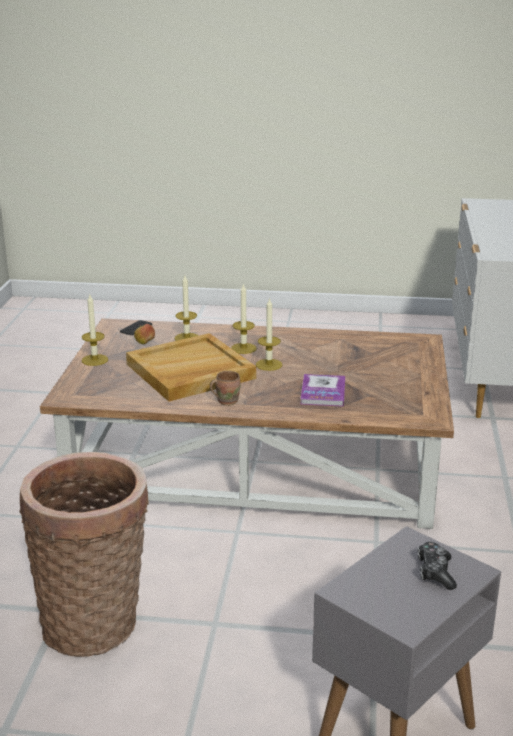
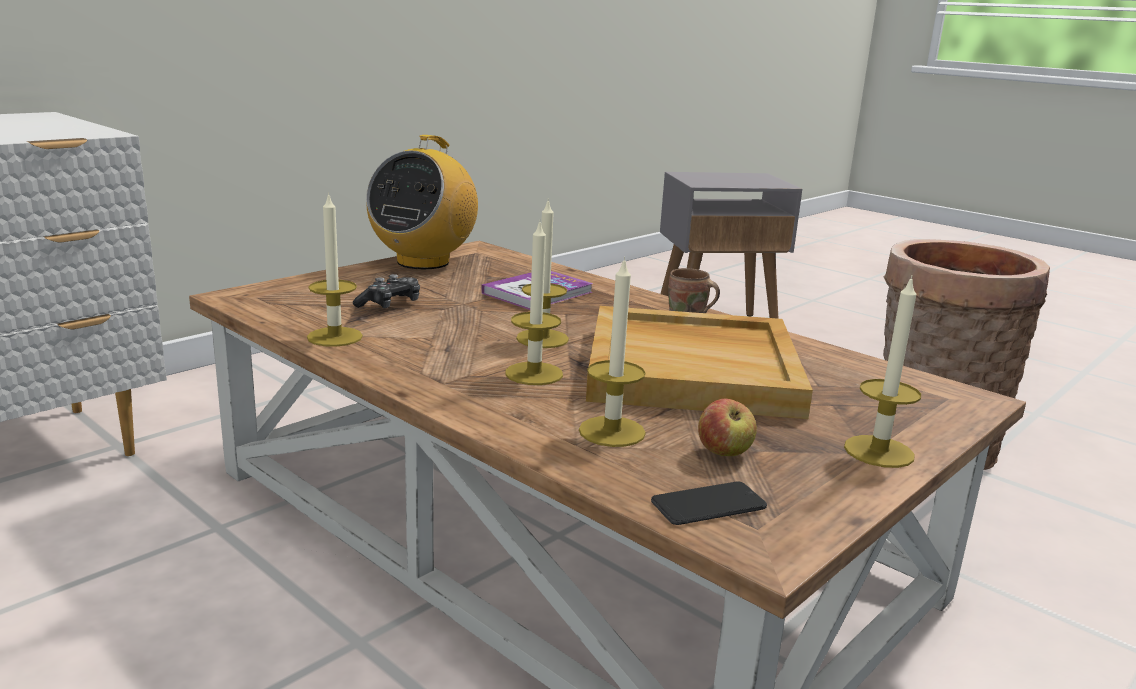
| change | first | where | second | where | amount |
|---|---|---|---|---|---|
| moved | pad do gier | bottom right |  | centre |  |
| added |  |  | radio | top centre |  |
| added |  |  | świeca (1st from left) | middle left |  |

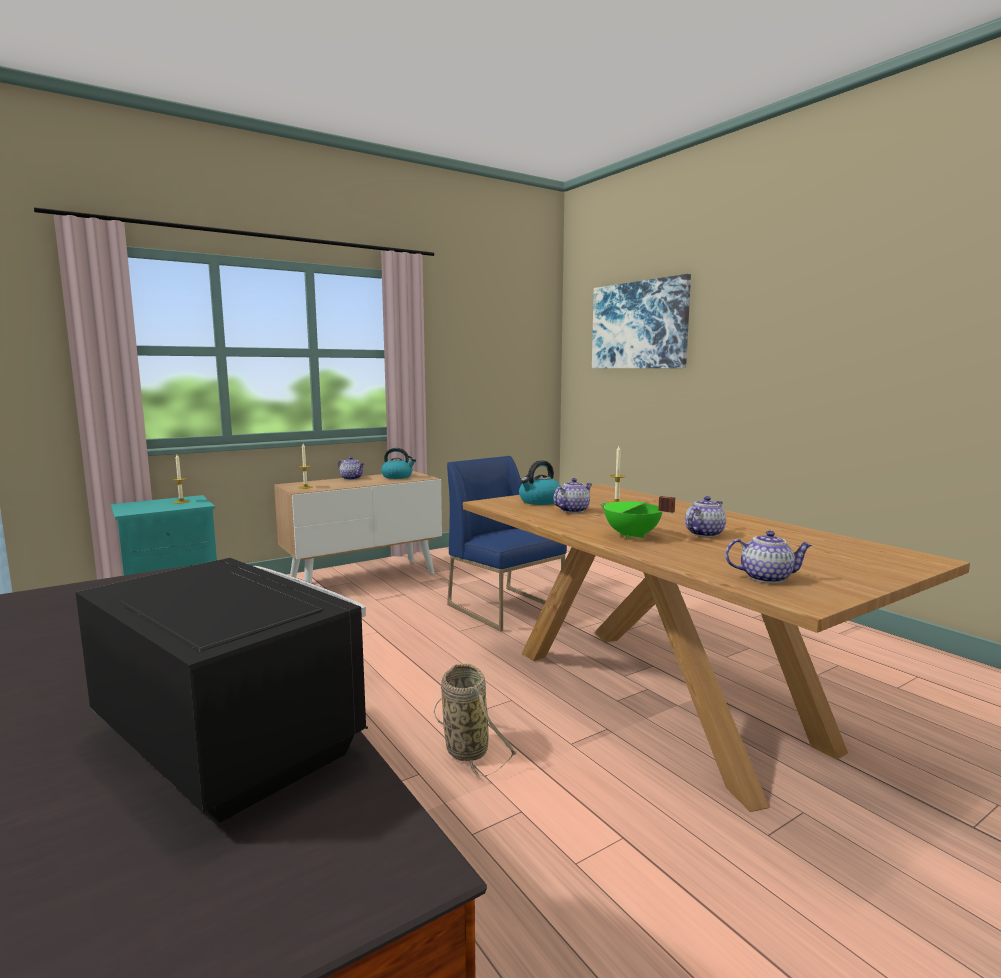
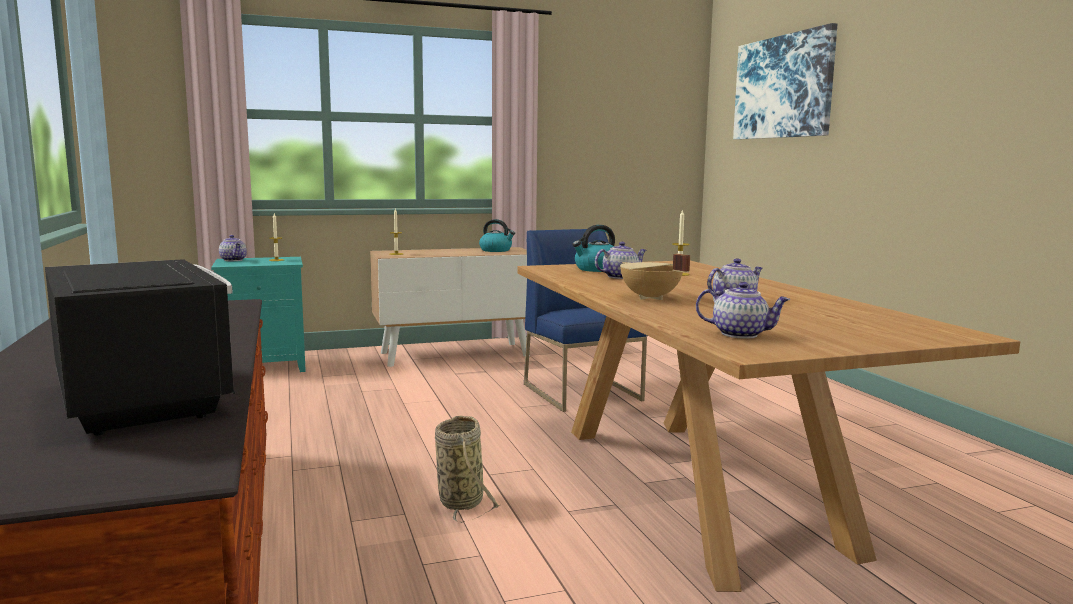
| change | first | where | second | where | amount |
|---|---|---|---|---|---|
| moved | imbryk (1st from left) | centre |  | middle left |  |
| recoloured | garnek [zielony] | centre | garnek [beżowy] | centre |  |

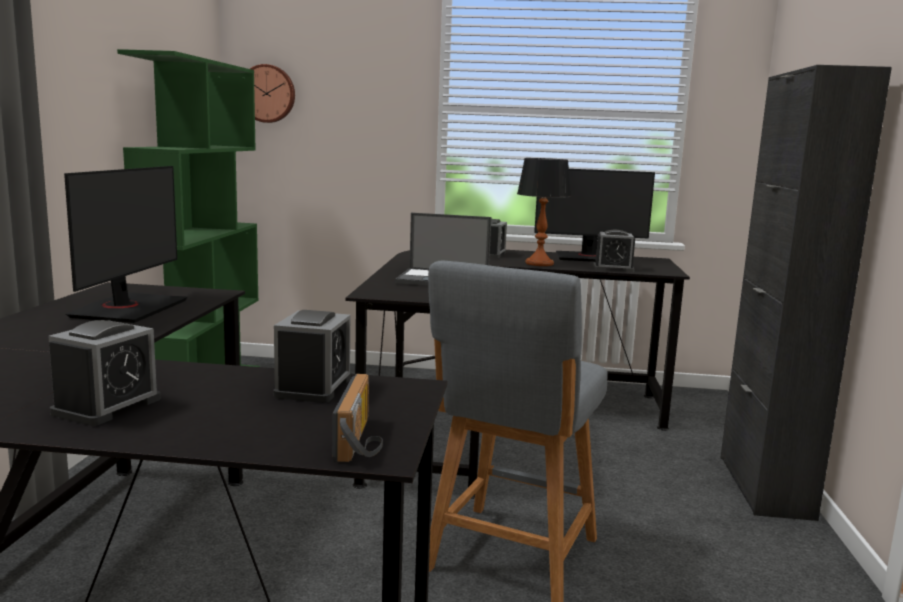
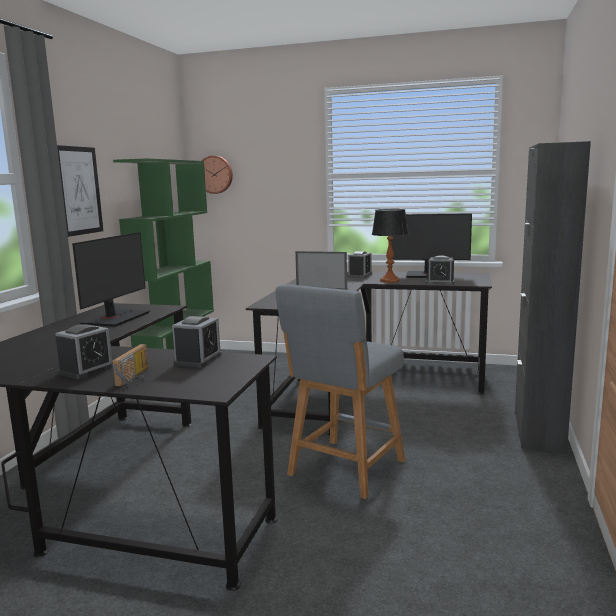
| change | first | where | second | where | amount |
|---|---|---|---|---|---|
| moved | radio | bottom centre |  | middle left |  |
| added |  |  | obraz | top left |  |

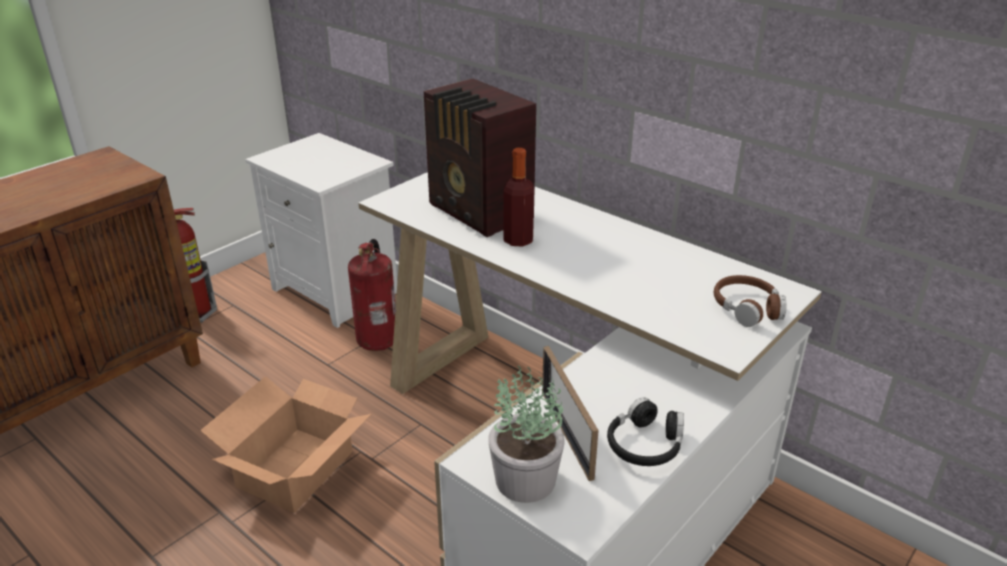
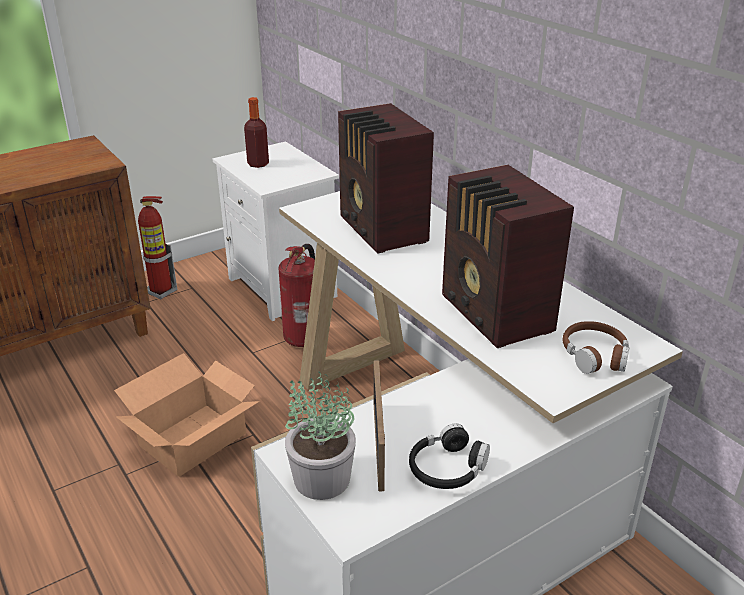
| change | first | where | second | where | amount |
|---|---|---|---|---|---|
| moved | butelka | centre |  | top centre |  |
| added |  |  | radio (2nd from left) | middle right |  |

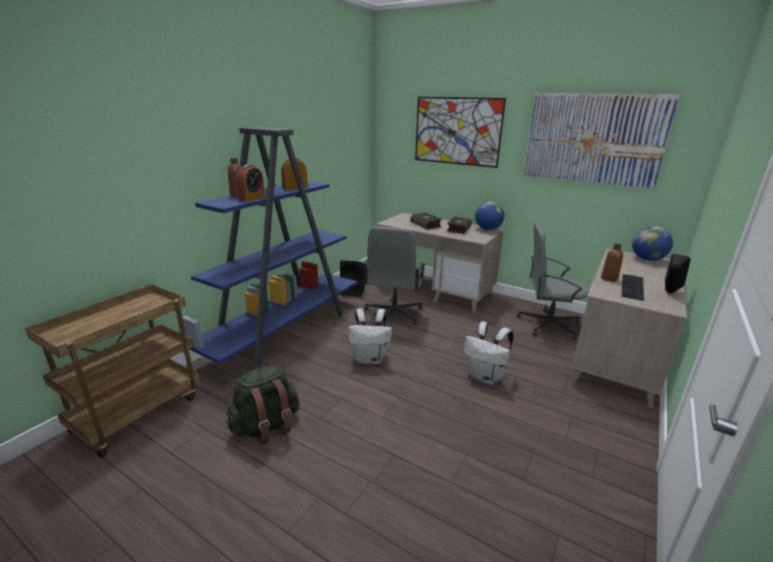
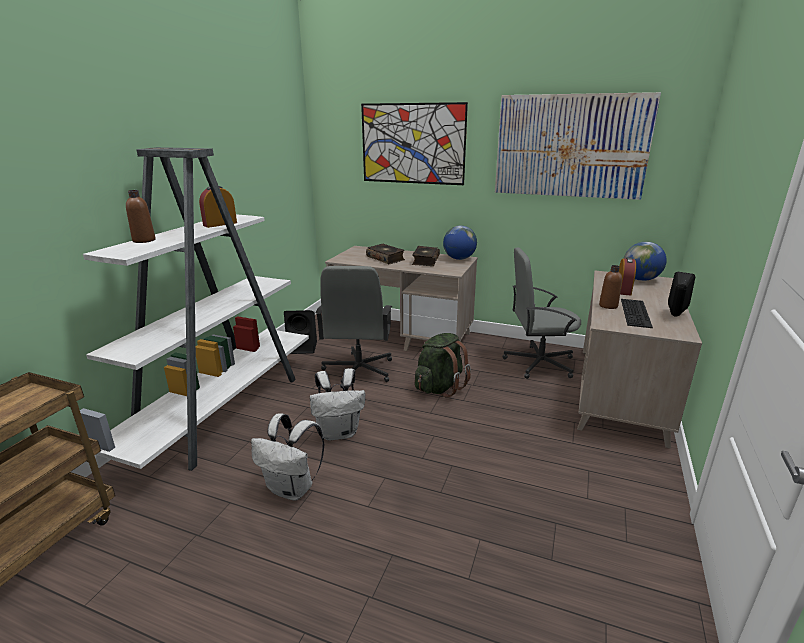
| change | first | where | second | where | amount |
|---|---|---|---|---|---|
| recoloured | regał [niebieski] | centre | regał [biały] | middle left |  |
| moved | budzik (1st from left in the first image) | top left | budzik (2nd from left) | middle right |  |
| moved | plecak [biały] (2nd from left in the first image) | centre | plecak [biały] (1st from left) | bottom centre |  |
| moved | plecak [zielony] | bottom centre |  | centre |  |

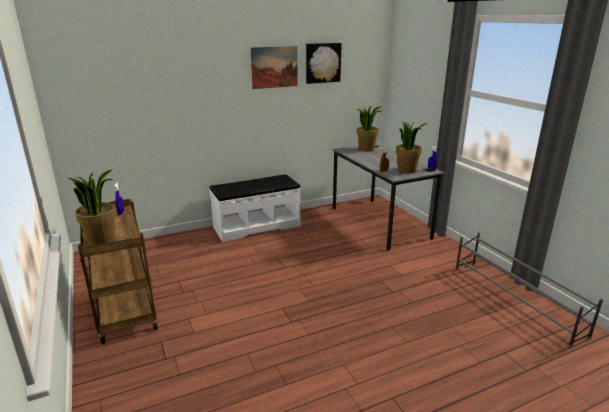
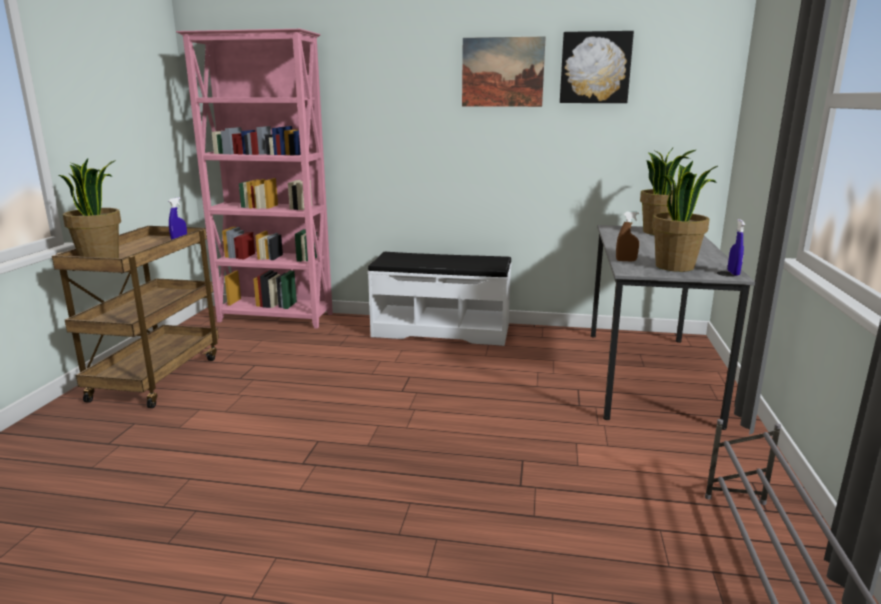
| change | first | where | second | where | amount |
|---|---|---|---|---|---|
| added |  |  | regał [różowy] | top left |  |

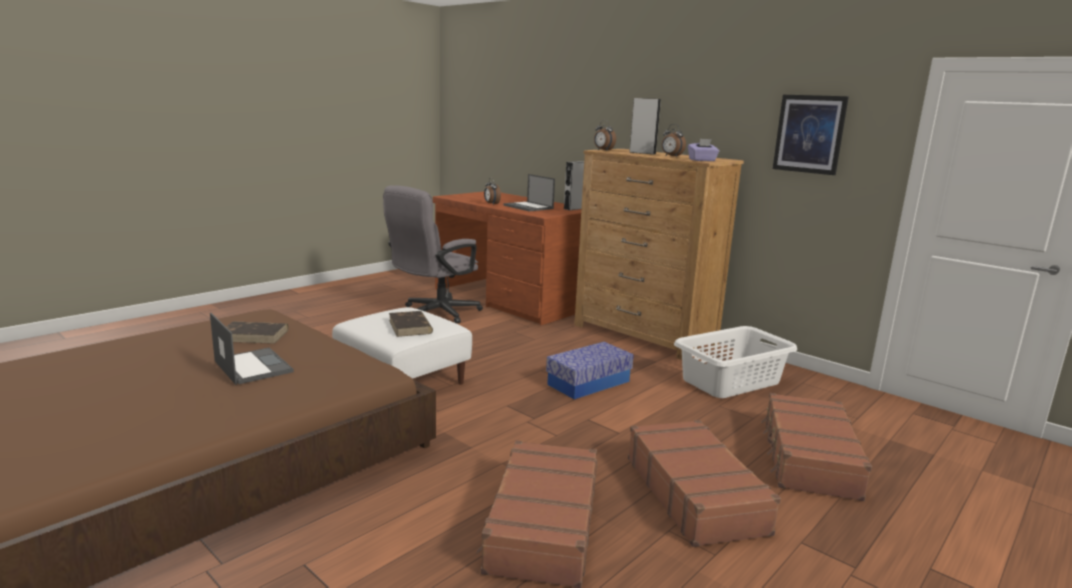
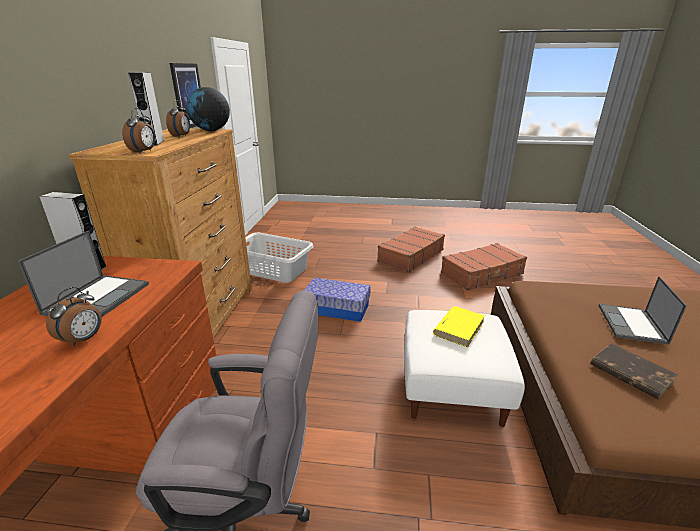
| change | first | where | second | where | amount |
|---|---|---|---|---|---|
| replaced | pudełko chusteczek [fioletowy] | top centre | globus | top left |  |
| recoloured | książka [brązowy] (2nd from left) | centre | książka [żółty] | centre |  |
| removed | walizka [brązowy] (3rd from left) | bottom right |  |  |  |

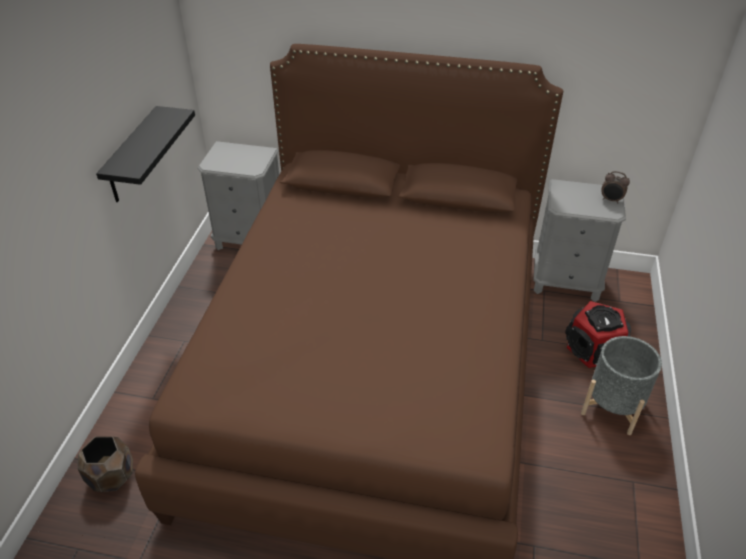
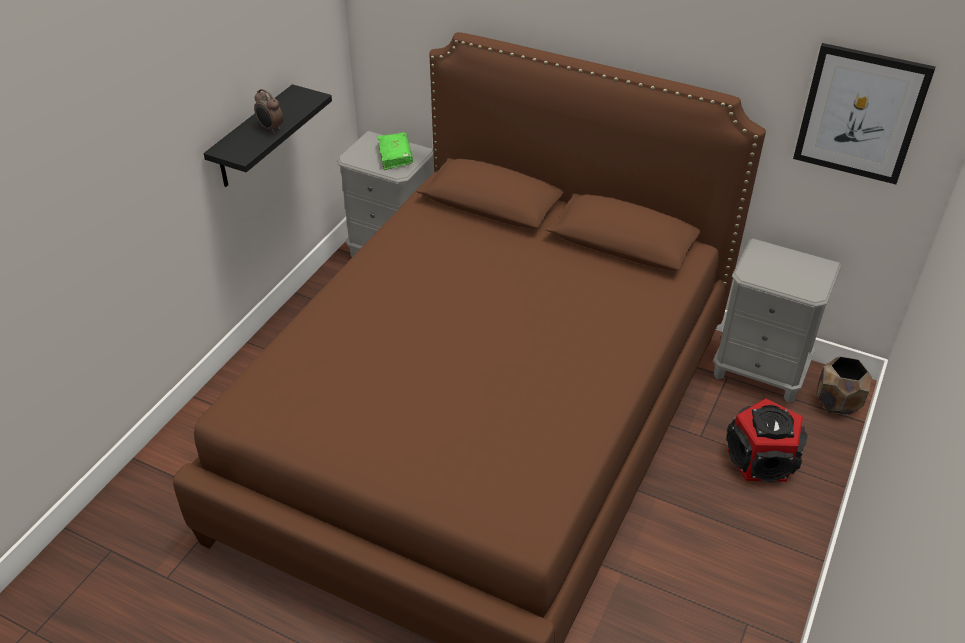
| change | first | where | second | where | amount |
|---|---|---|---|---|---|
| moved | budzik | middle right |  | top left |  |
| removed | donica [szary] | bottom right |  |  |  |
| moved | donica [brązowy] | bottom left |  | middle right |  |
| added |  |  | obraz | top right |  |
| added |  |  | książka [zielony] | top centre |  |

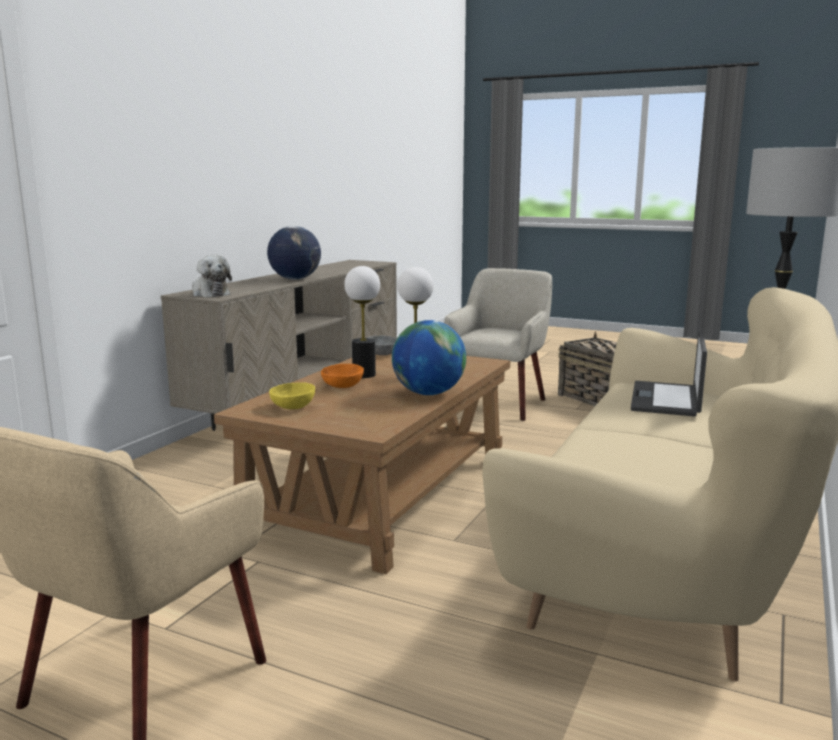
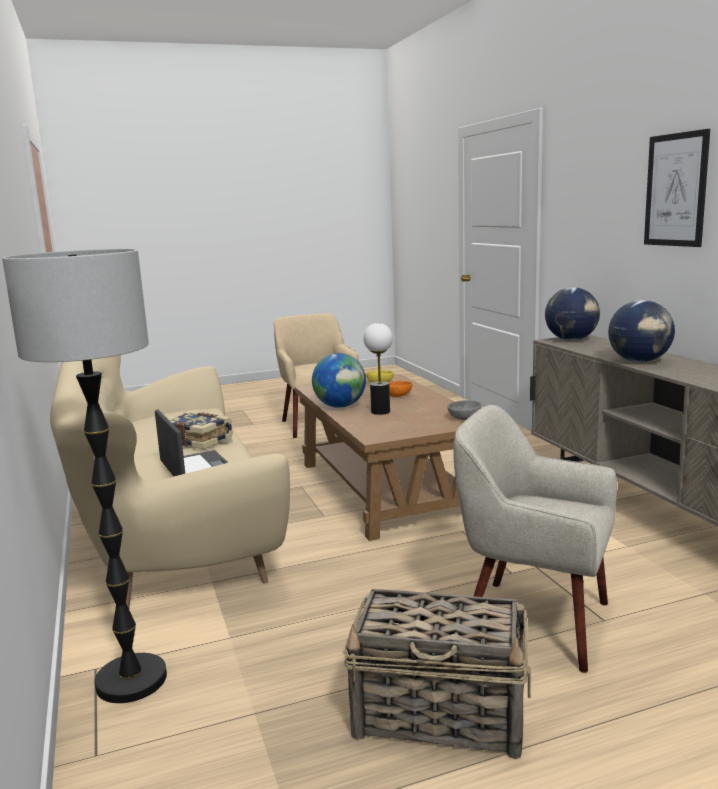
| change | first | where | second | where | amount |
|---|---|---|---|---|---|
| replaced | pluszak | middle left | globus (2nd from left) | middle right |  |
| removed | lampa stołowa (1st from left) | centre |  |  |  |
| turned | fotel [beżowy] (2nd from left) | centre |  | bottom right | 135 degrees clockwise |
| added |  |  | obraz | top right |  |
| added |  |  | książka | middle left |  |

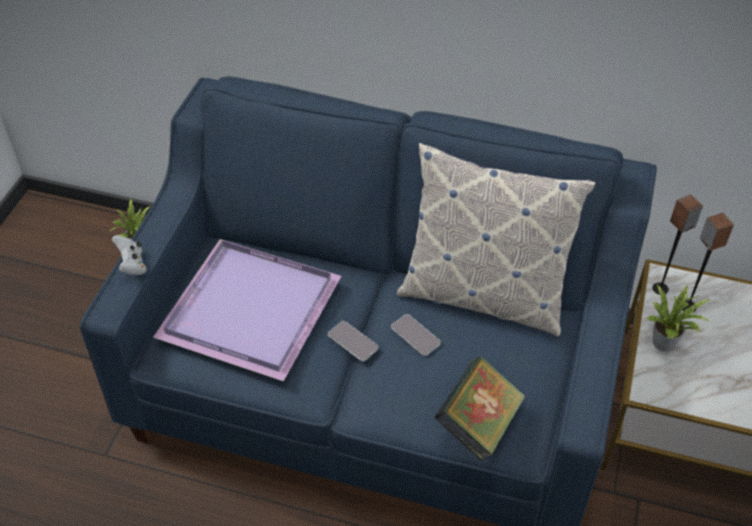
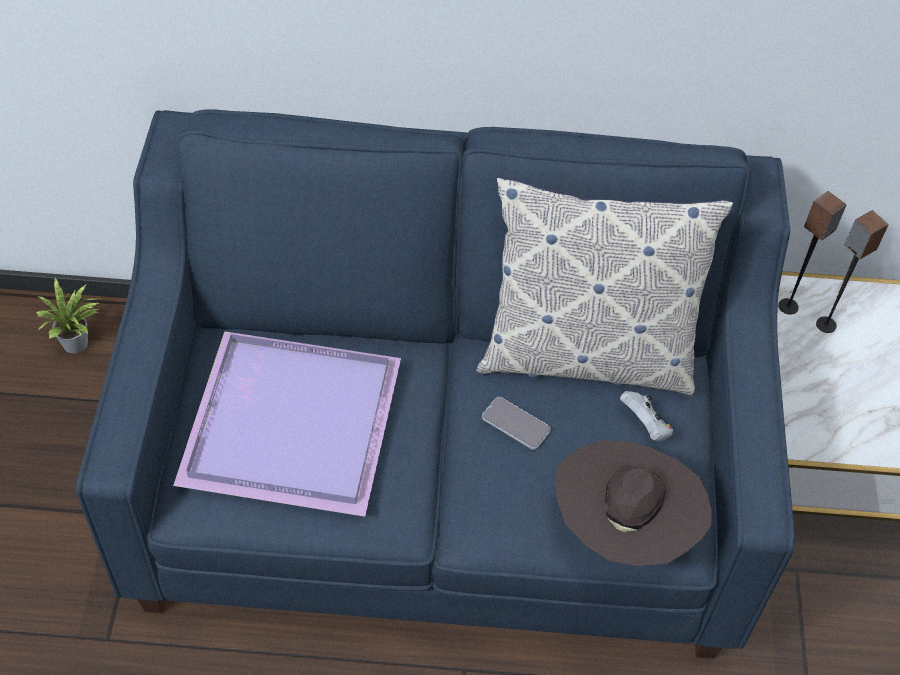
| change | first | where | second | where | amount |
|---|---|---|---|---|---|
| moved | pad do gier [biały] | middle left |  | middle right |  |
| removed | roślina doniczkowa (2nd from left) | middle right |  |  |  |
| removed | telefon (1st from left) | centre |  |  |  |
| replaced | książka | bottom centre | kapelusz [brązowy] | bottom right |  |

